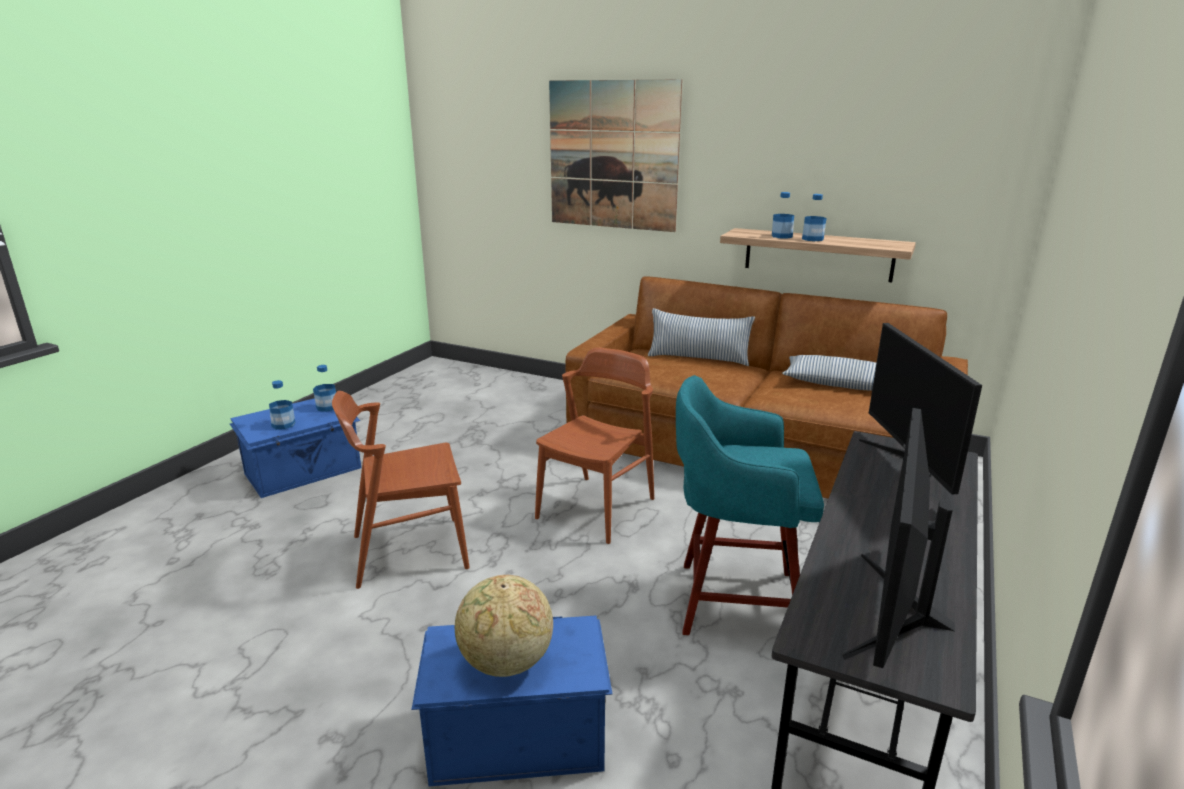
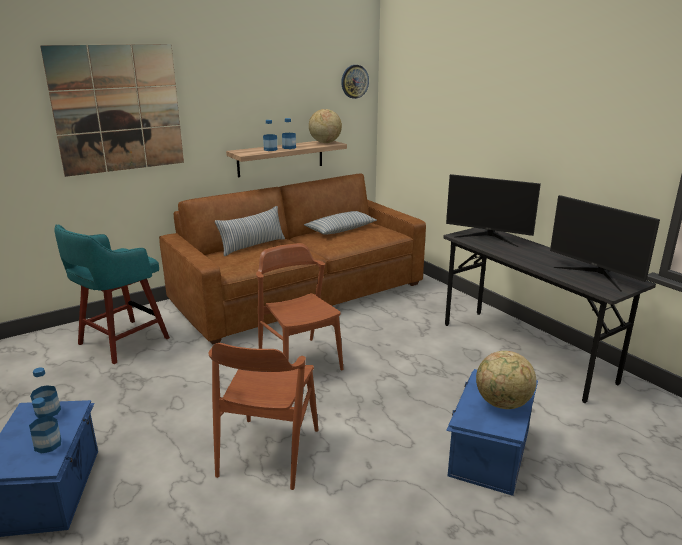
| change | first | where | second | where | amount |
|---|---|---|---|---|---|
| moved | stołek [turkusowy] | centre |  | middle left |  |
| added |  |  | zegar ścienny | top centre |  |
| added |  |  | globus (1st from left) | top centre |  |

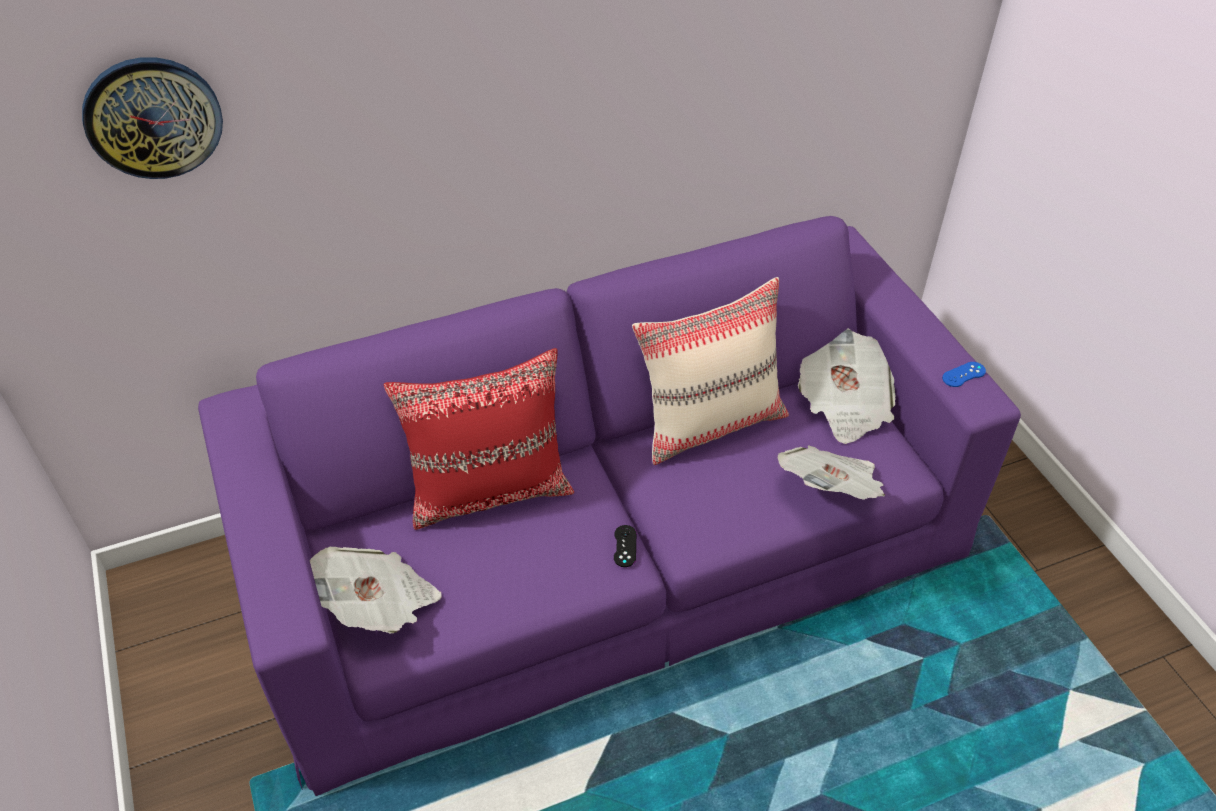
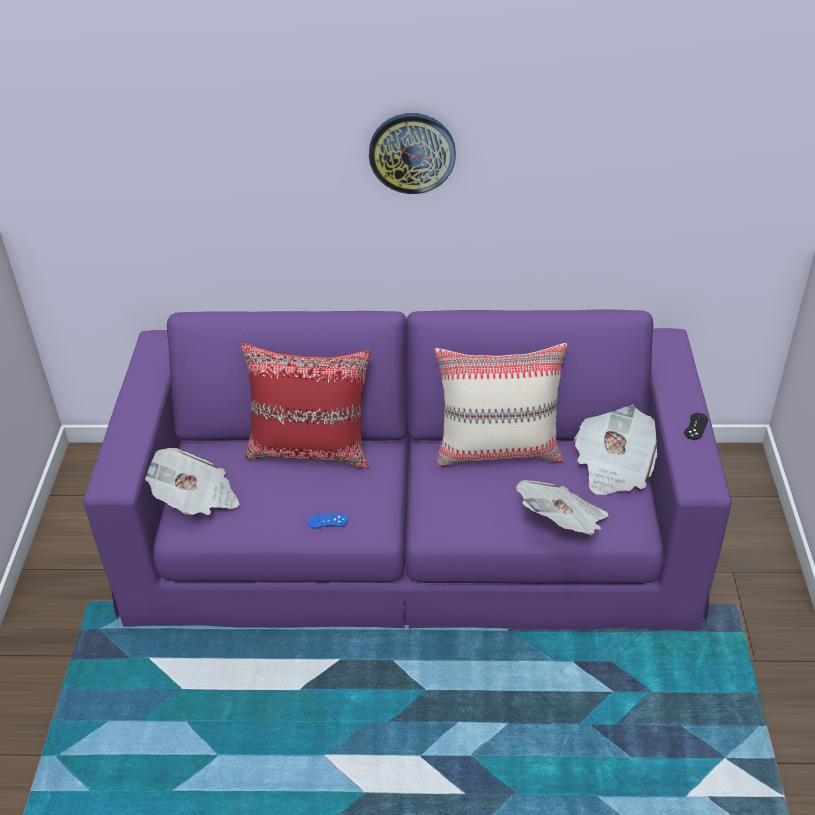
| change | first | where | second | where | amount |
|---|---|---|---|---|---|
| moved | zegar ścienny | top left |  | top centre |  |
| moved | pad do gier [niebieski] | middle right |  | centre |  |
| moved | pad do gier [czarny] | bottom centre |  | middle right |  |

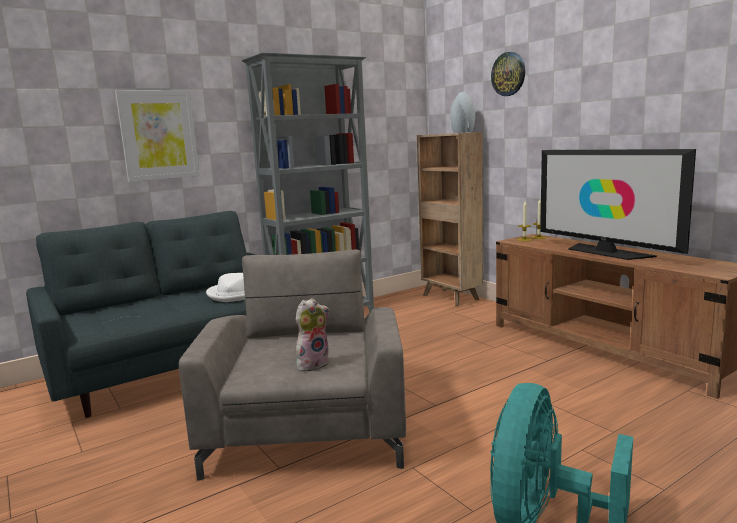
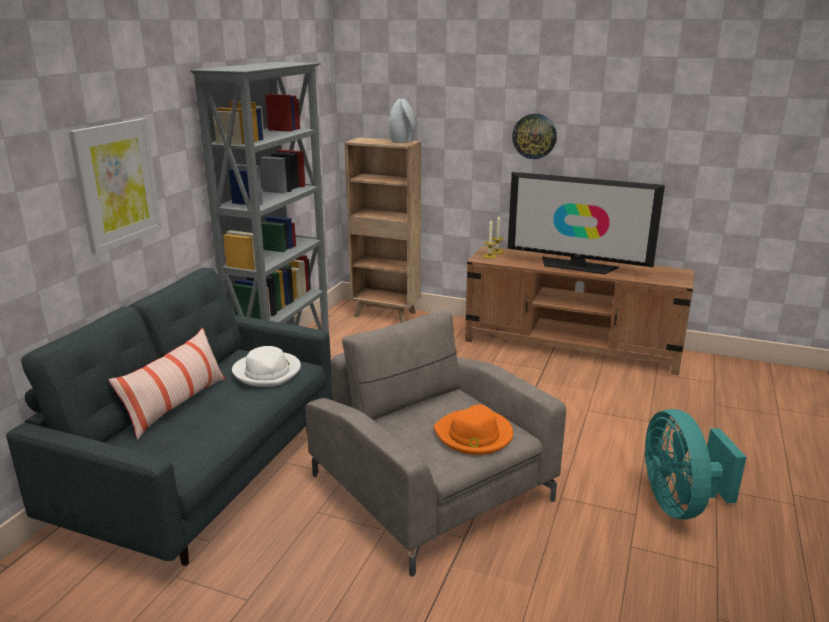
| change | first | where | second | where | amount |
|---|---|---|---|---|---|
| moved | zegar ścienny | top right |  | top centre |  |
| replaced | pluszak | centre | kapelusz [pomarańczowy] | bottom centre |  |
| added |  |  | poduszka | middle left |  |

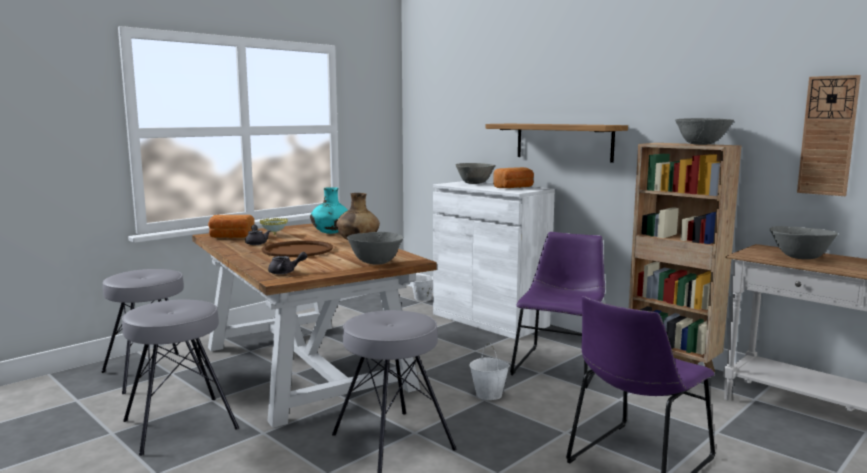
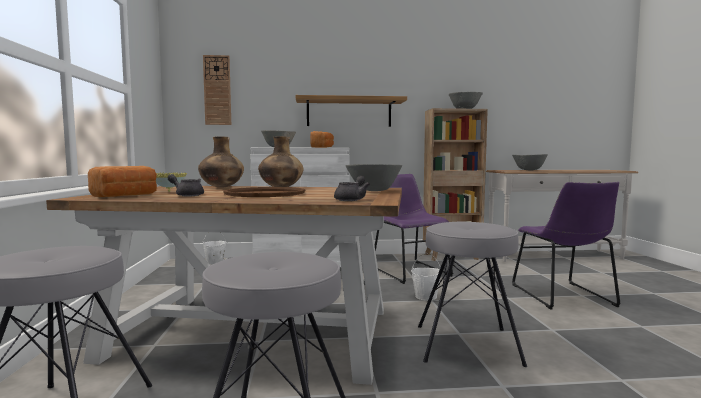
| change | first | where | second | where | amount |
|---|---|---|---|---|---|
| moved | zegar ścienny | top right |  | top left |  |
| recoloured | wazon [turkusowy] | centre | wazon [brązowy] (1st from left) | middle left |  |

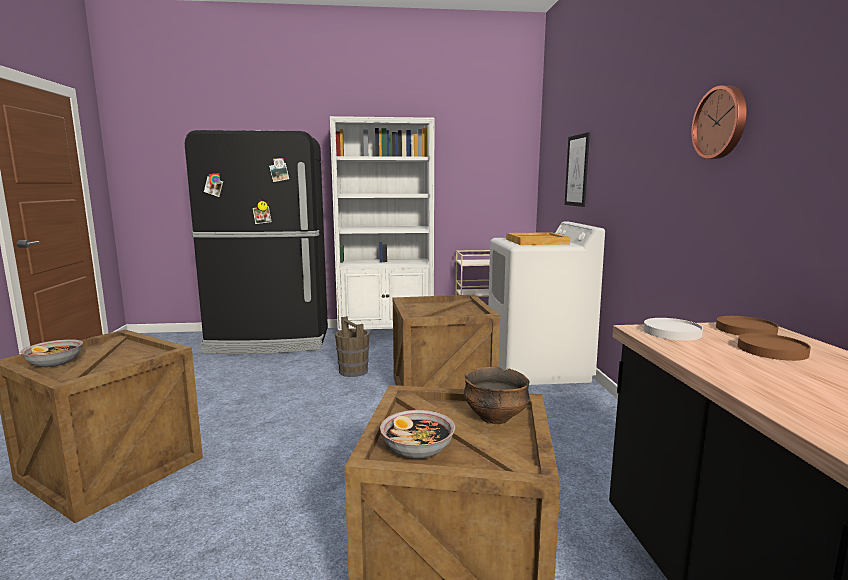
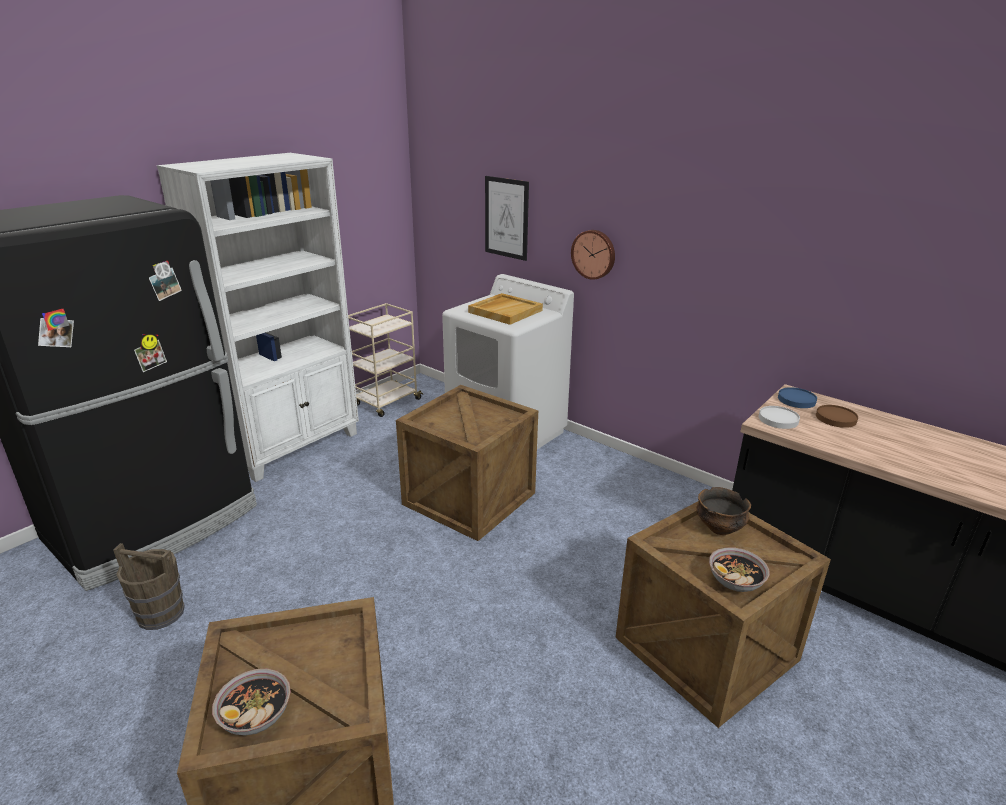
| change | first | where | second | where | amount |
|---|---|---|---|---|---|
| moved | zegar ścienny | top right |  | top centre |  |
| moved | wiadro [brązowy] | centre |  | bottom left |  |
| recoloured | talerz [brązowy] (1st from left) | middle right | talerz [niebieski] | middle right |  |

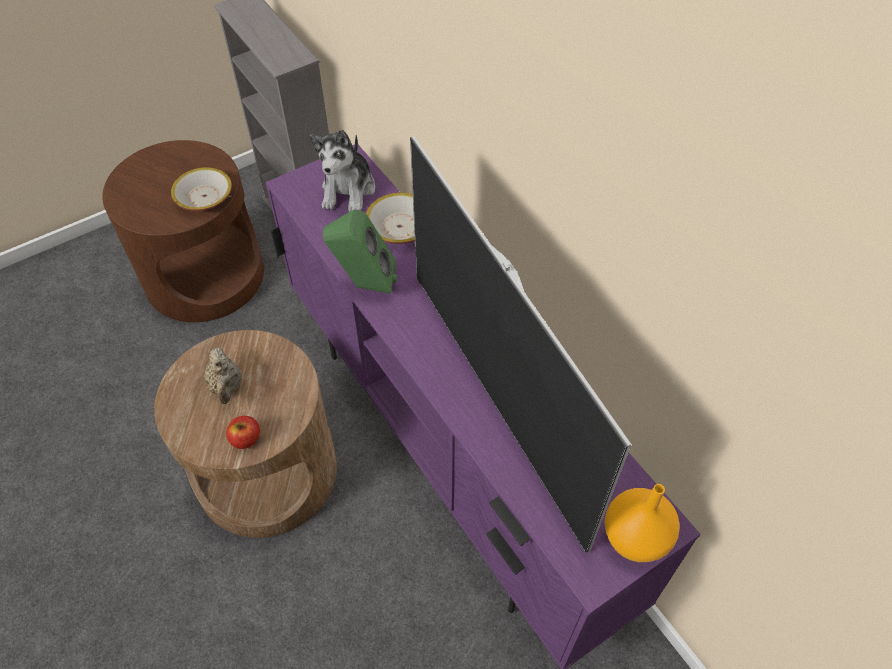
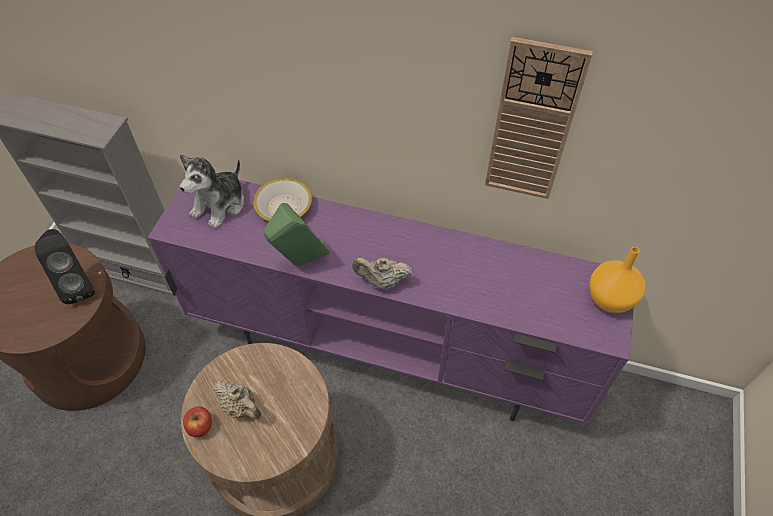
| change | first | where | second | where | amount |
|---|---|---|---|---|---|
| turned | pluszak | top centre |  | middle left | 60 degrees clockwise |
| removed | telewizor | centre |  |  |  |
| replaced | miska (1st from left) | top left | głośnik [czarny] | middle left |  |
| moved | jabłko | middle left |  | bottom left |  |
| added |  |  | zegar ścienny | top right |  |
| added |  |  | imbryk [beżowy] (2nd from left) | centre |  |

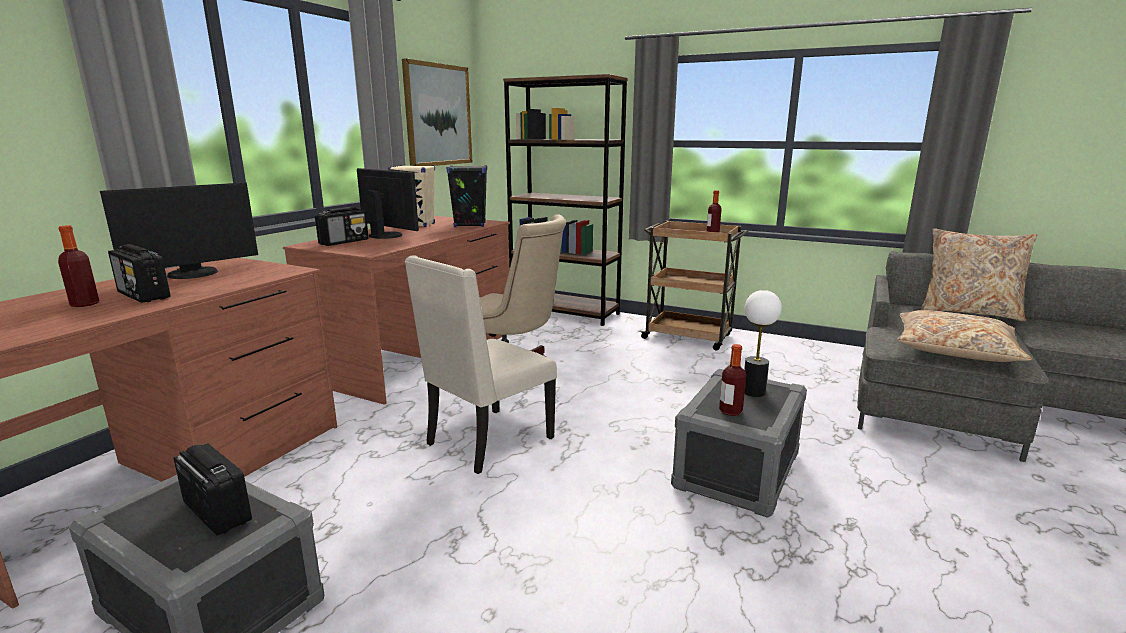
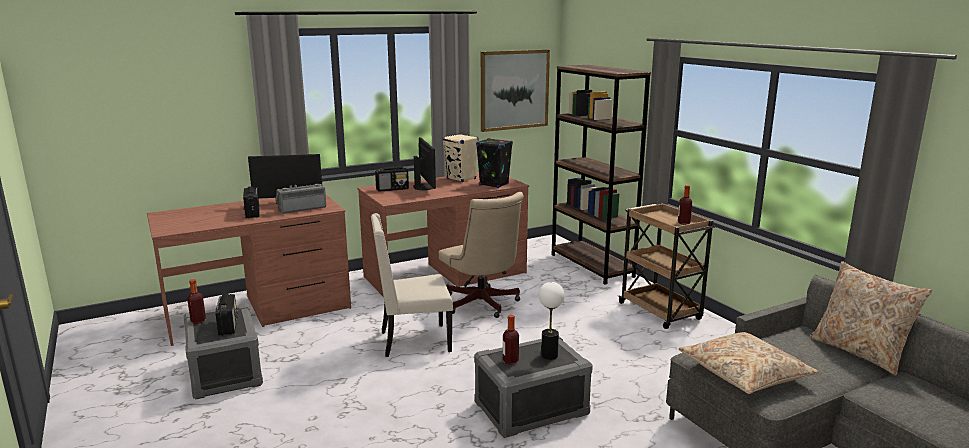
| change | first | where | second | where | amount |
|---|---|---|---|---|---|
| moved | butelka (1st from left) | middle left |  | bottom left |  |
| added |  |  | radio (3rd from left) | middle left |  |

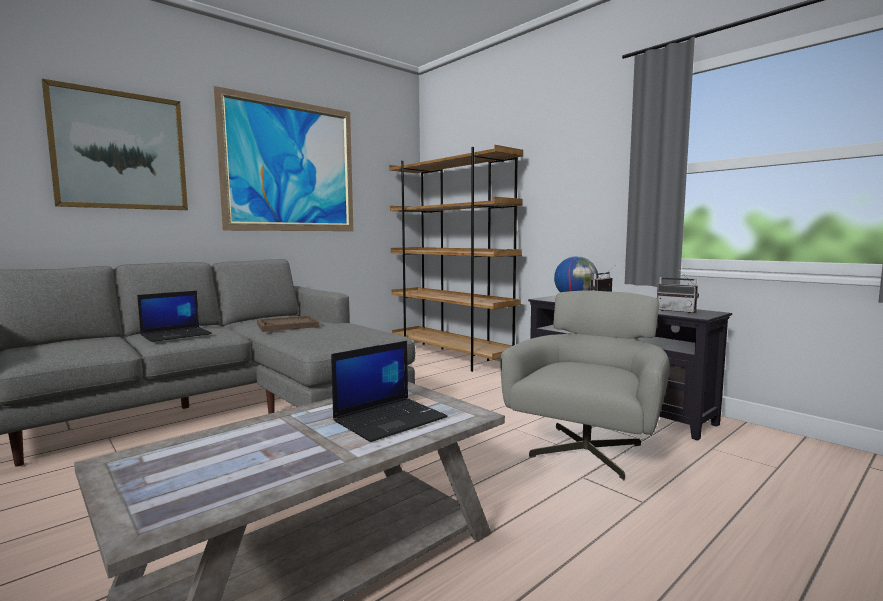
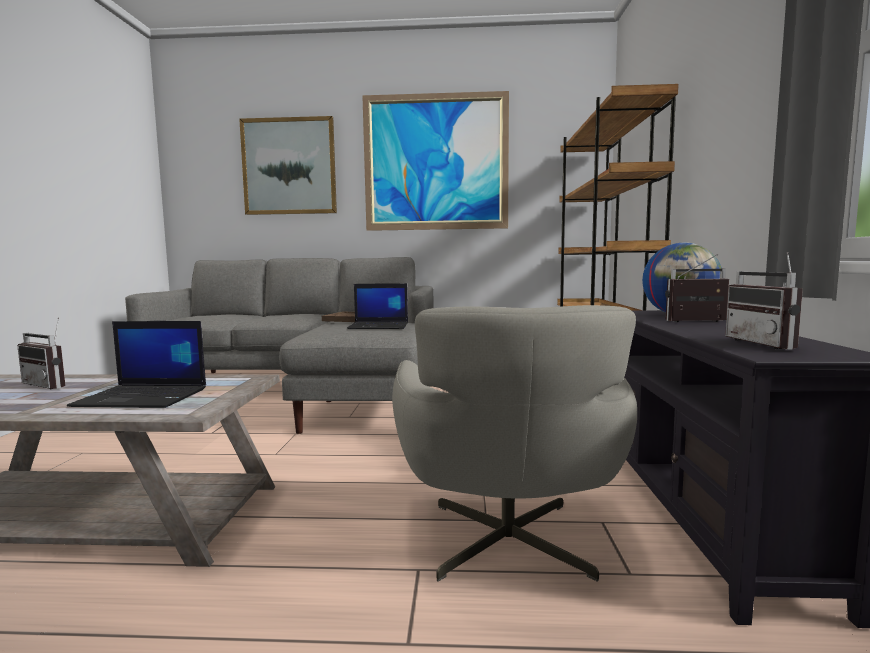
| change | first | where | second | where | amount |
|---|---|---|---|---|---|
| moved | laptop (1st from left in the first image) | middle left | laptop (2nd from left) | centre |  |
| turned | fotel [szary] | centre |  | bottom centre | 105 degrees clockwise |
| added |  |  | radio (1st from left) | middle left |  |

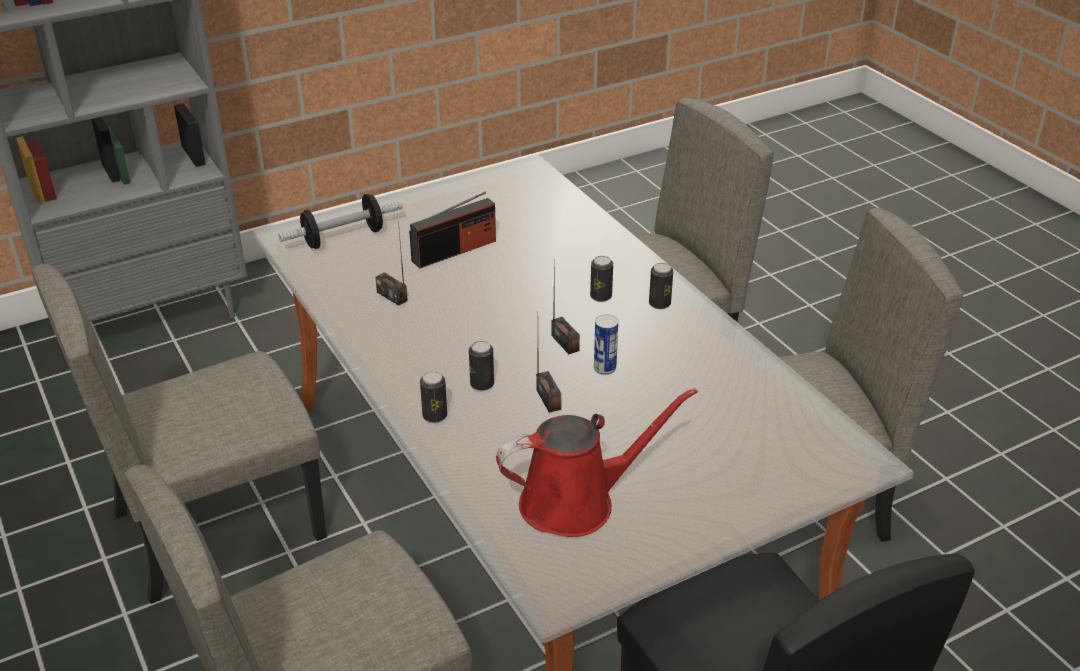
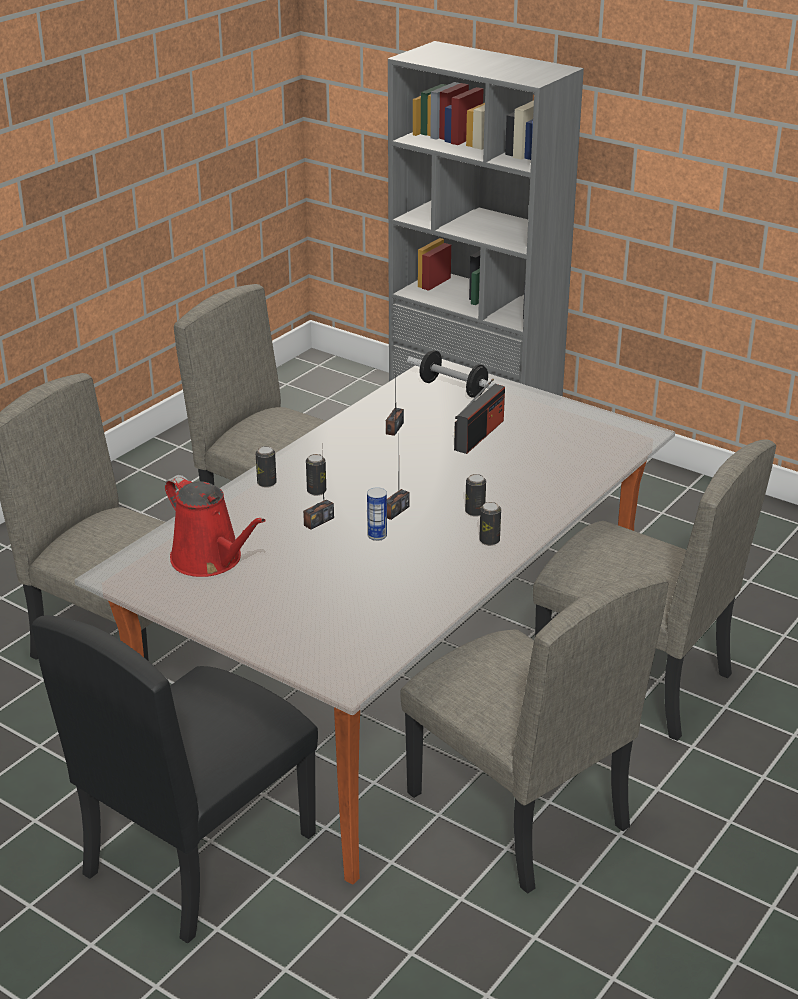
| change | first | where | second | where | amount |
|---|---|---|---|---|---|
| turned | radio (2nd from left in the first image) | centre | radio (4th from left) | centre | 90 degrees counterclockwise |

